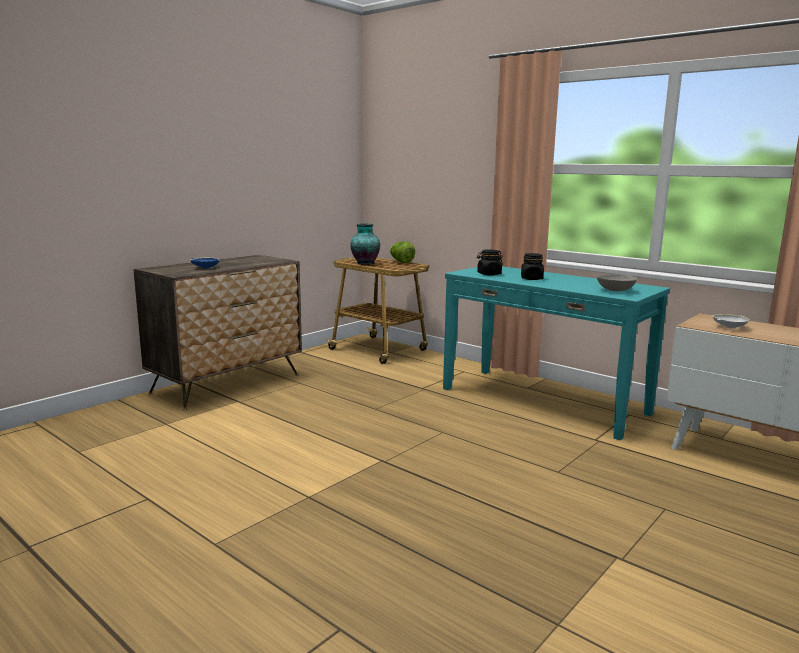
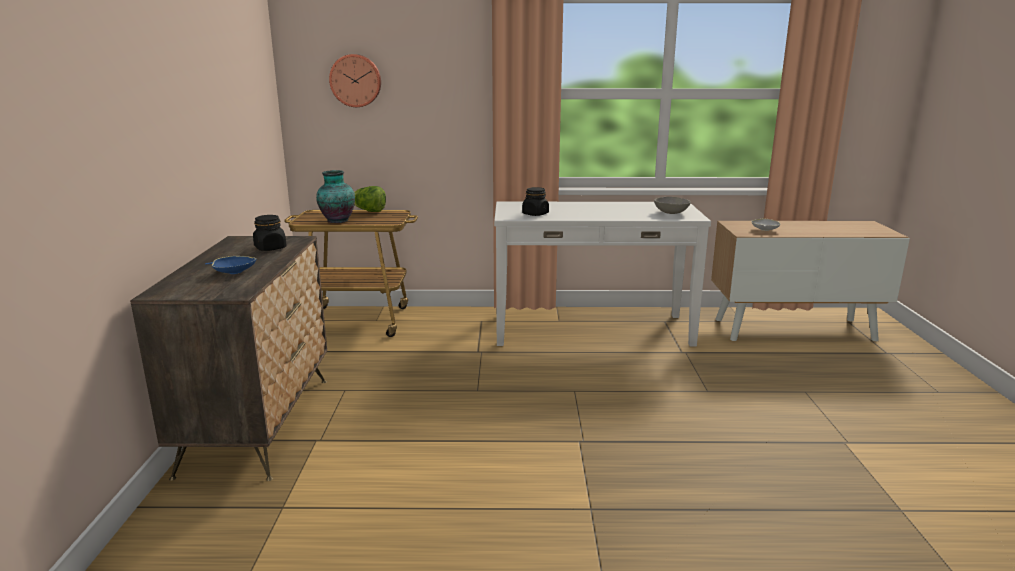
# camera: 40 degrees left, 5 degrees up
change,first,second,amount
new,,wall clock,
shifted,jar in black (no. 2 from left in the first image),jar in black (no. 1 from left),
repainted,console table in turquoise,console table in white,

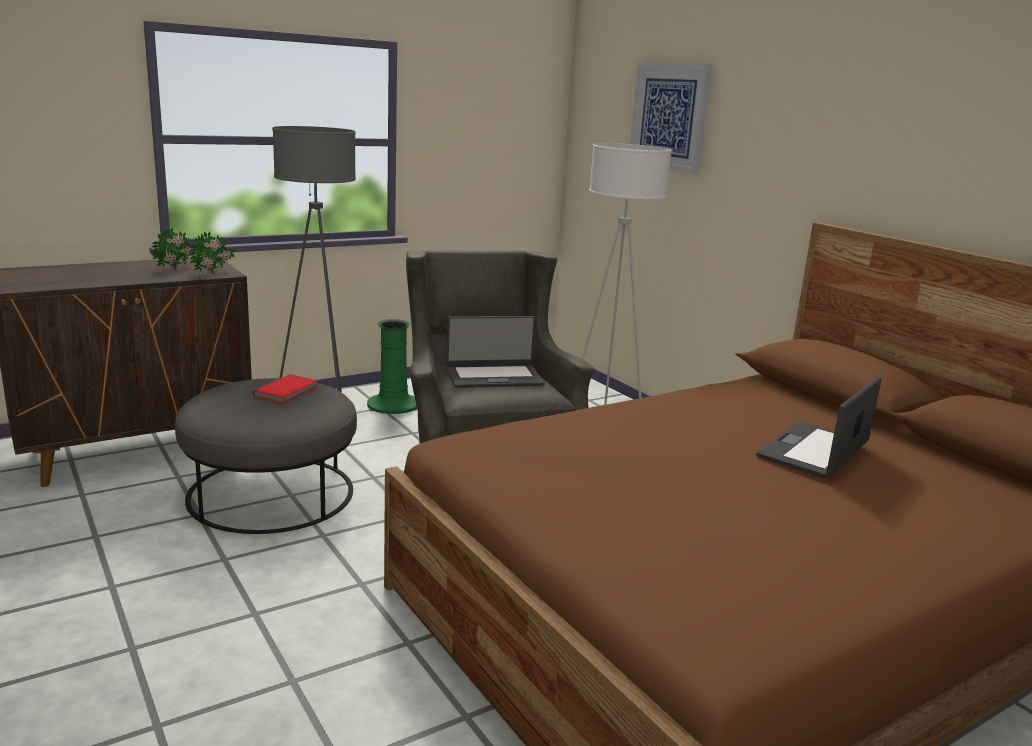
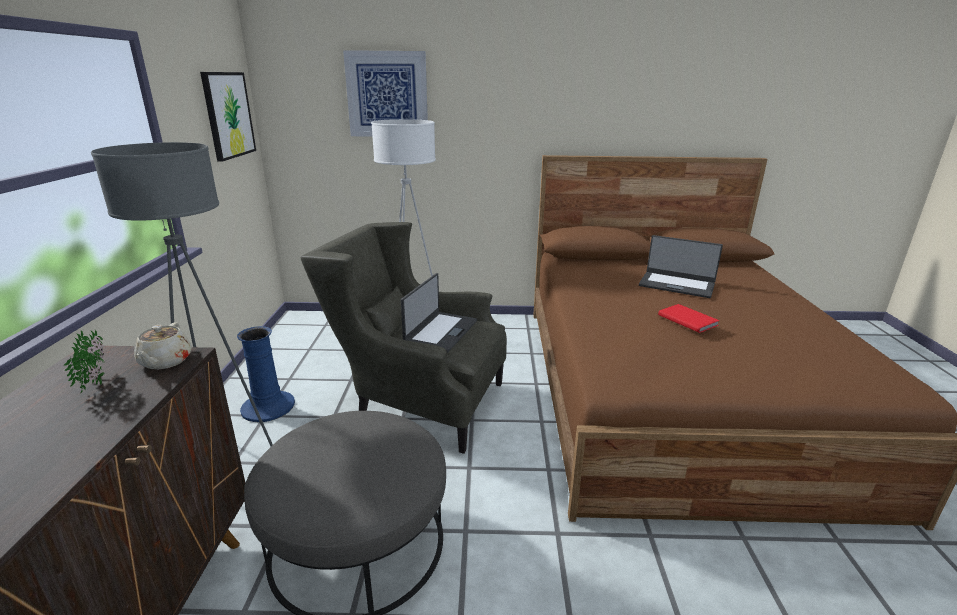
# camera: 55 degrees left, 5 degrees up
change,first,second,amount
new,,picture (no. 1 from left),
shifted,book in red,,
swapped,potted plant (no. 2 from left),teapot in beige,
repainted,vase in green,vase in blue,
rotated,laptop (no. 2 from left),,45 degrees counterclockwise

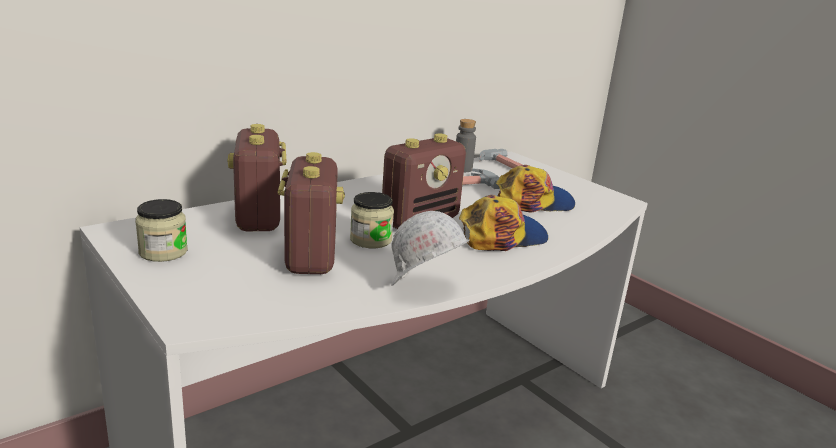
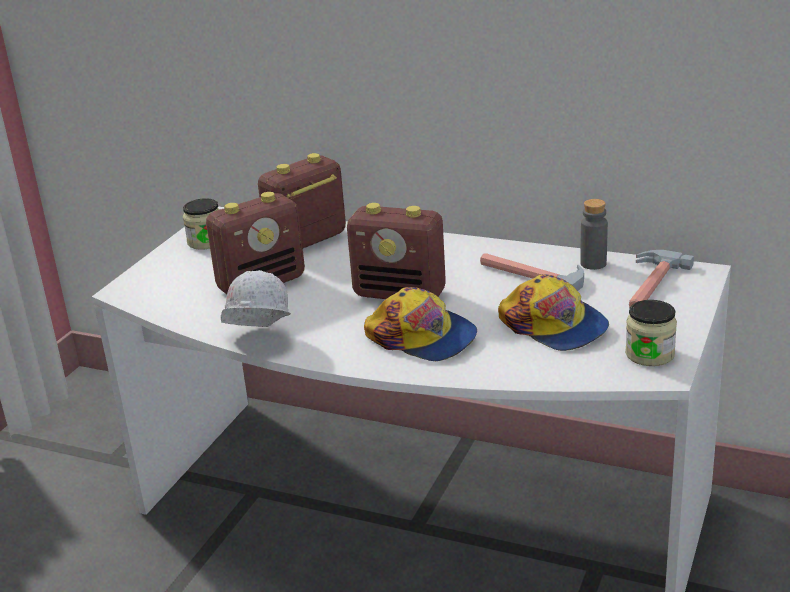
# camera: 65 degrees right, 5 degrees up
change,first,second,amount
shifted,jar (no. 2 from left),,

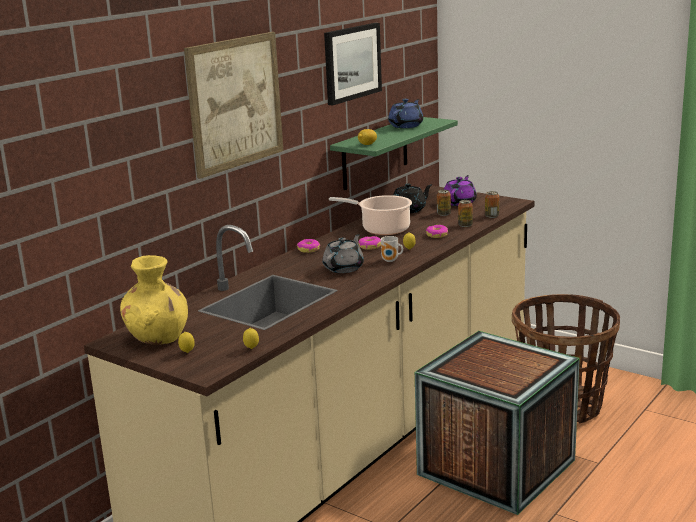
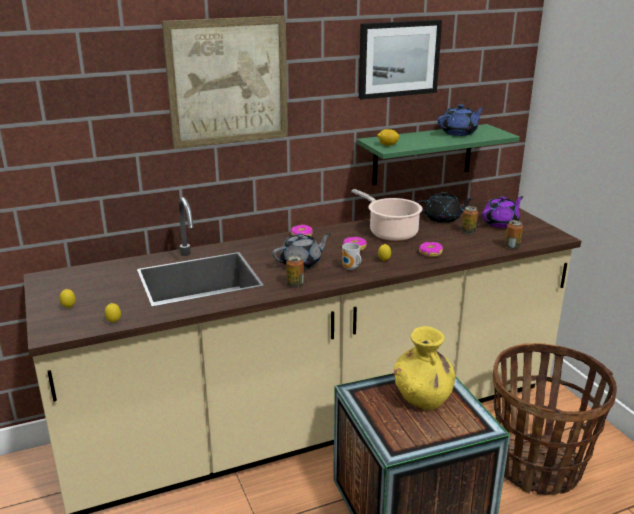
# camera: 30 degrees right, 5 degrees up
change,first,second,amount
shifted,vase in yellow,,
shifted,can (no. 2 from left in the first image),can (no. 1 from left),

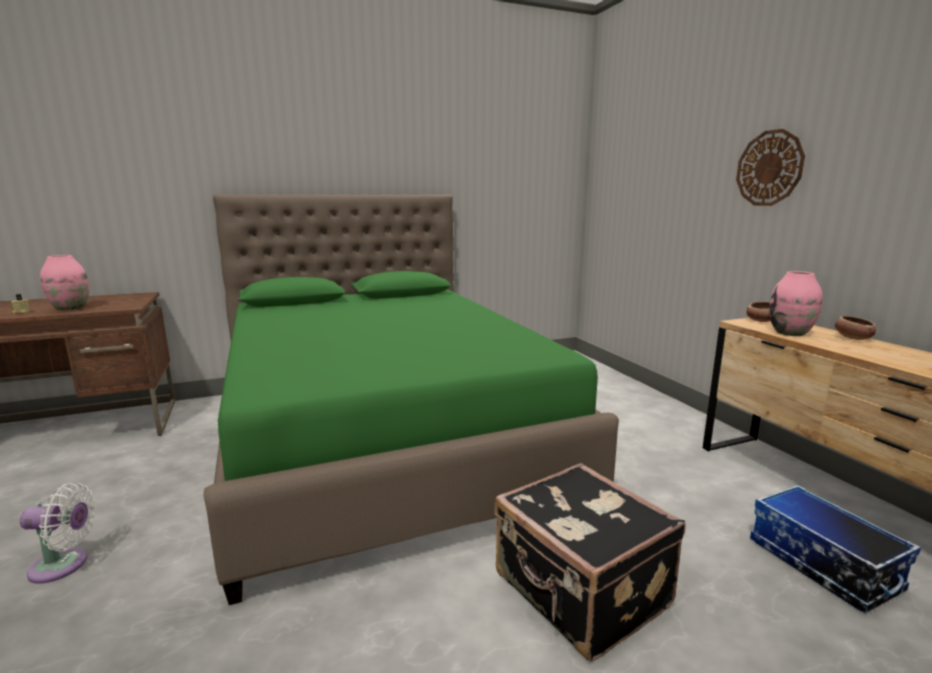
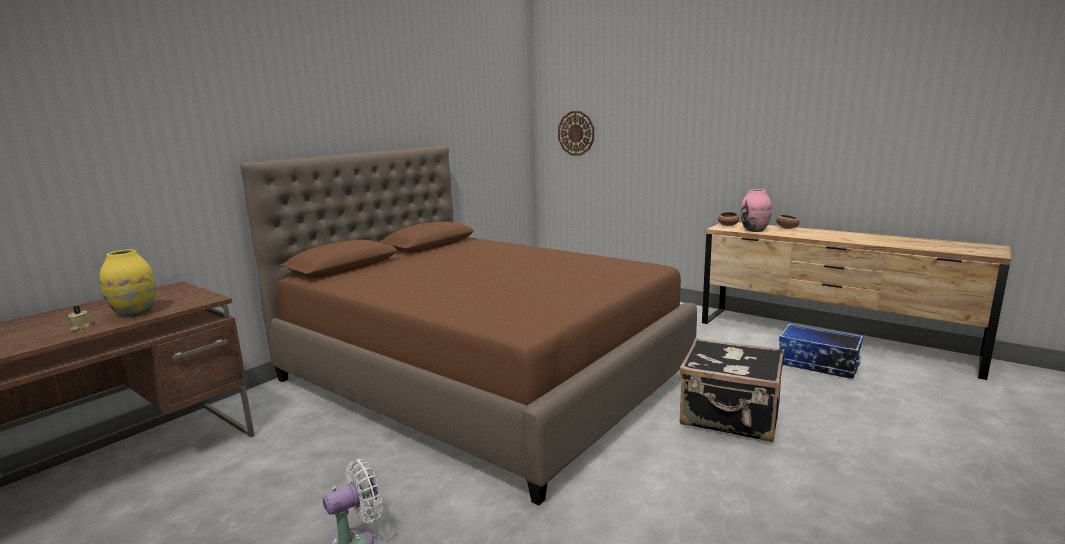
# camera: 30 degrees left, 0 degrees up
change,first,second,amount
shifted,wall clock,,
repainted,vase in pink (no. 1 from left),vase in yellow,
repainted,bed in green,bed in brown,

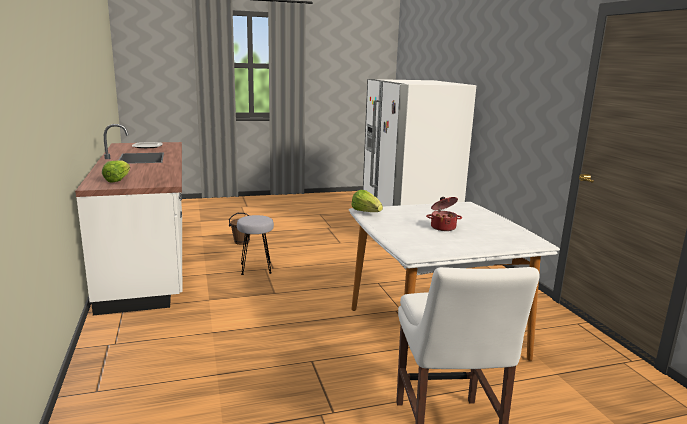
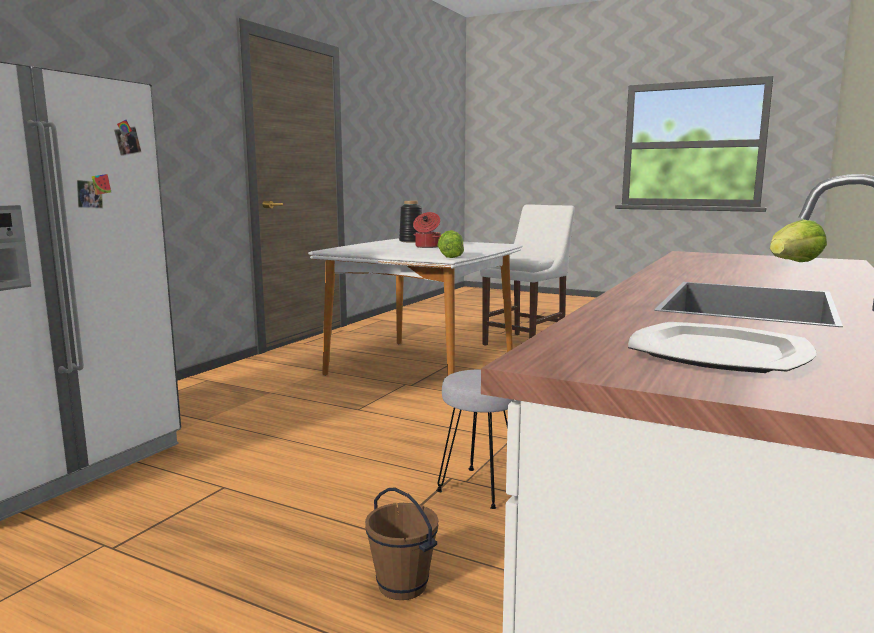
# camera: 135 degrees left, 5 degrees down
change,first,second,amount
new,,vase in black,

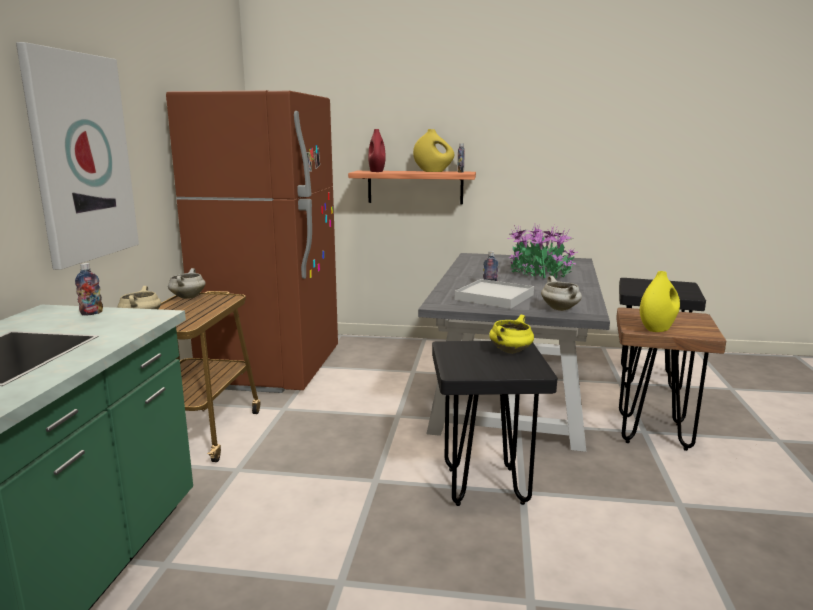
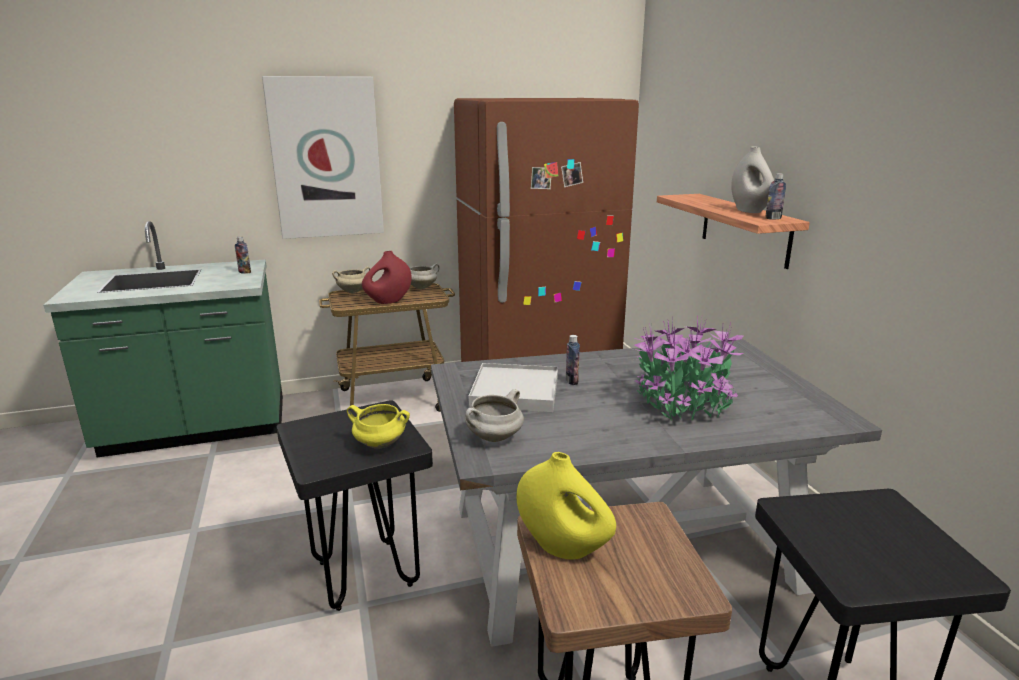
# camera: 65 degrees right, 5 degrees up
change,first,second,amount
shifted,vase in red,,
repainted,vase in yellow (no. 1 from left),vase in white,

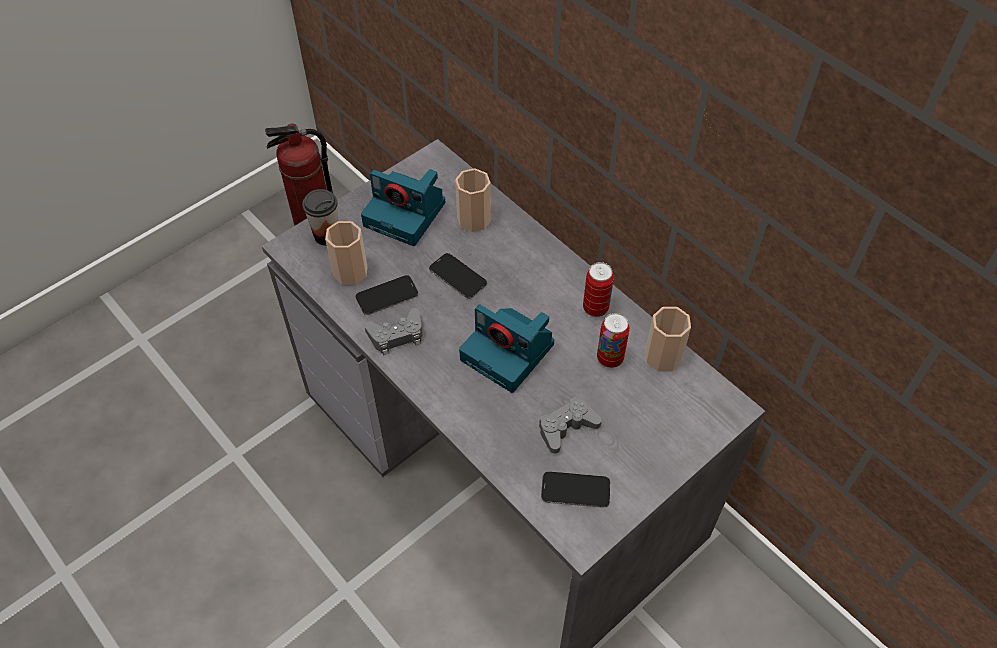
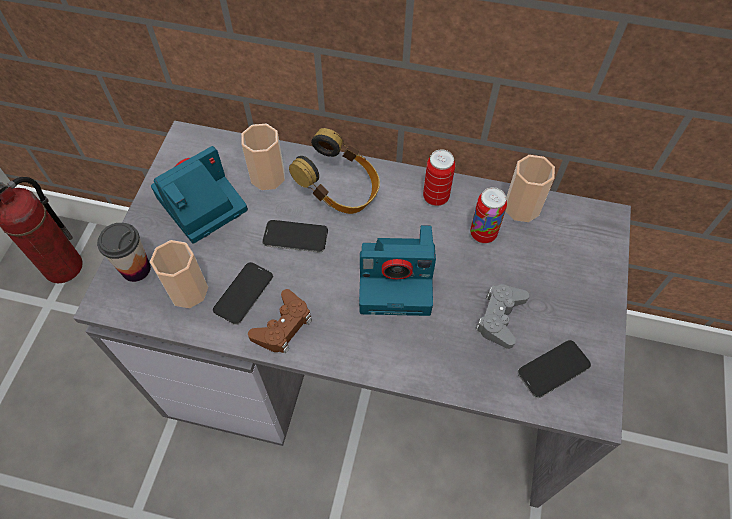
# camera: 35 degrees left, 5 degrees up
change,first,second,amount
new,,headphones,
repainted,game controller in grey (no. 1 from left),game controller in brown,
rotated,photo camera (no. 1 from left),,150 degrees clockwise

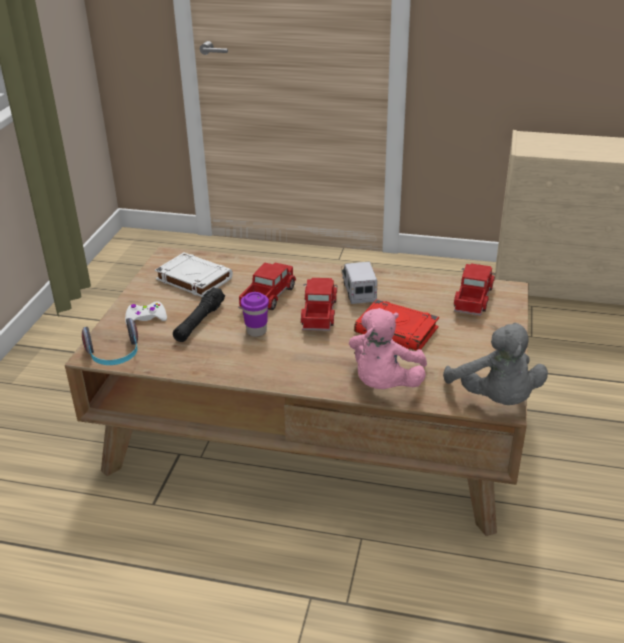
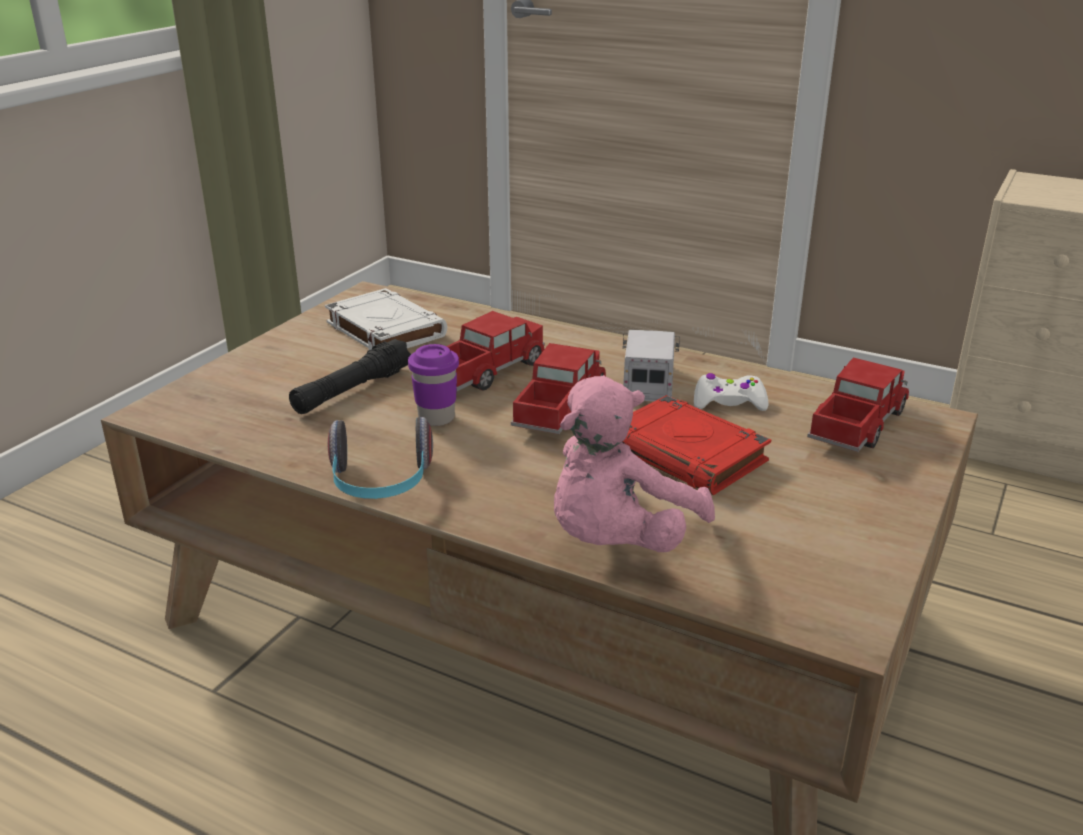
# camera: 15 degrees right, 5 degrees down
change,first,second,amount
gone,plush toy in grey,,
shifted,headphones,,
shifted,game controller in white,,

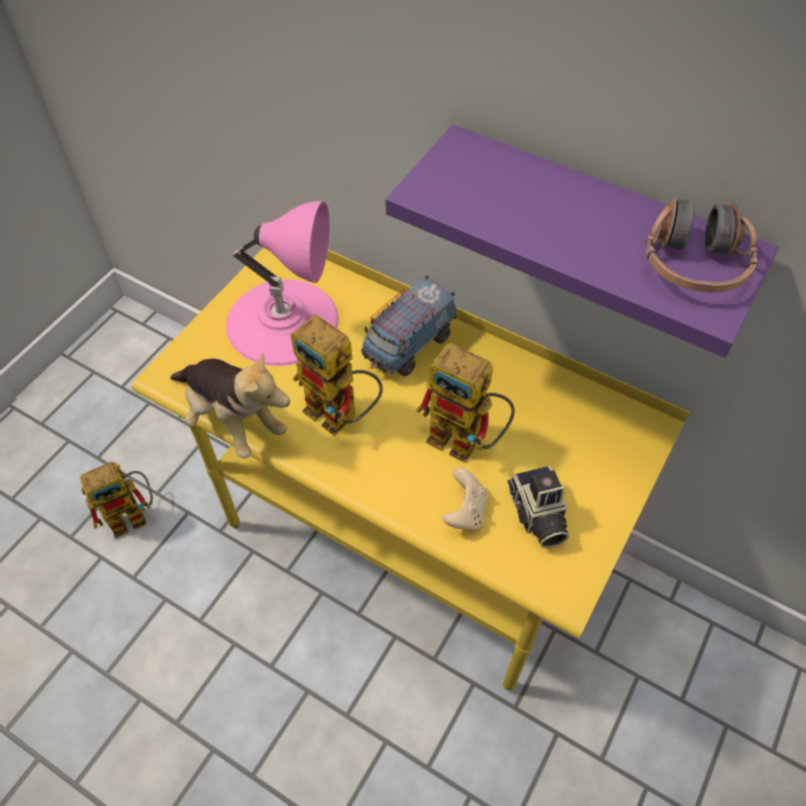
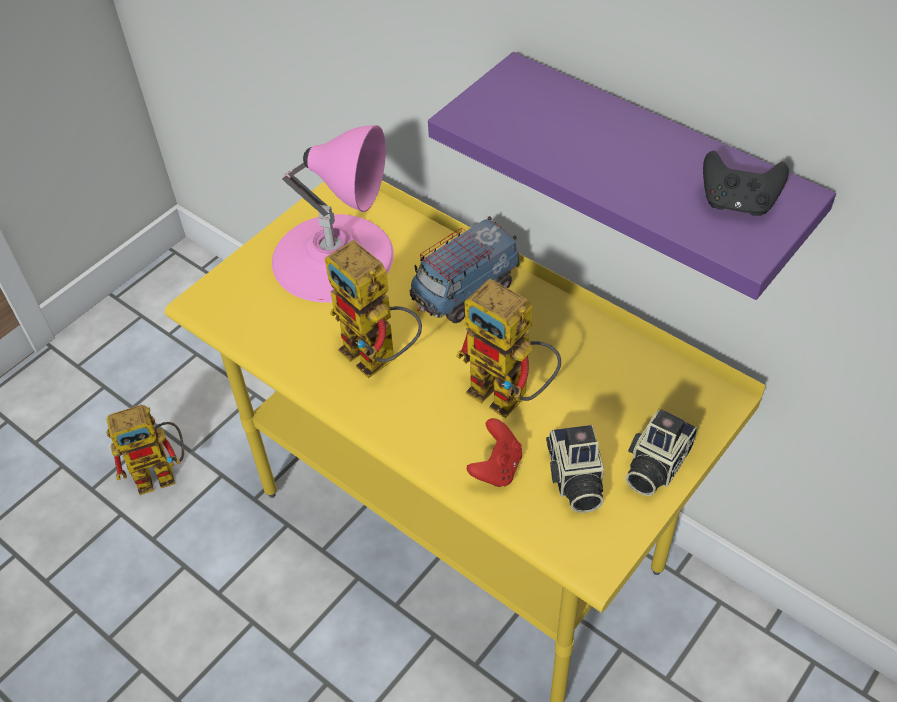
# camera: 10 degrees right, 5 degrees down
change,first,second,amount
gone,plush toy,,
new,,photo camera (no. 2 from left),
swapped,headphones,game controller in black,
repainted,game controller in beige,game controller in red,

